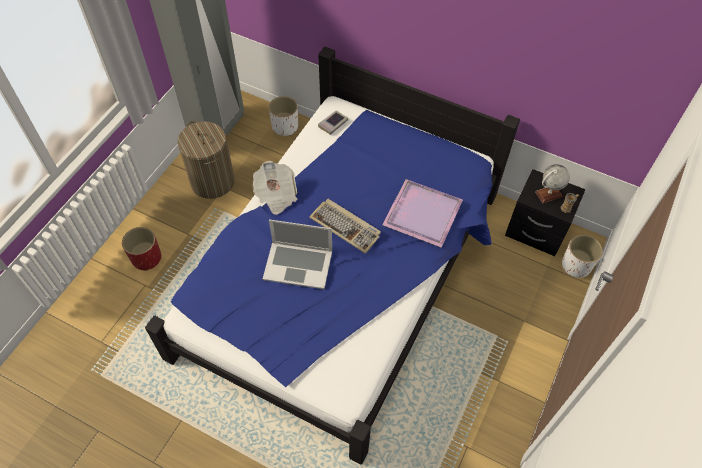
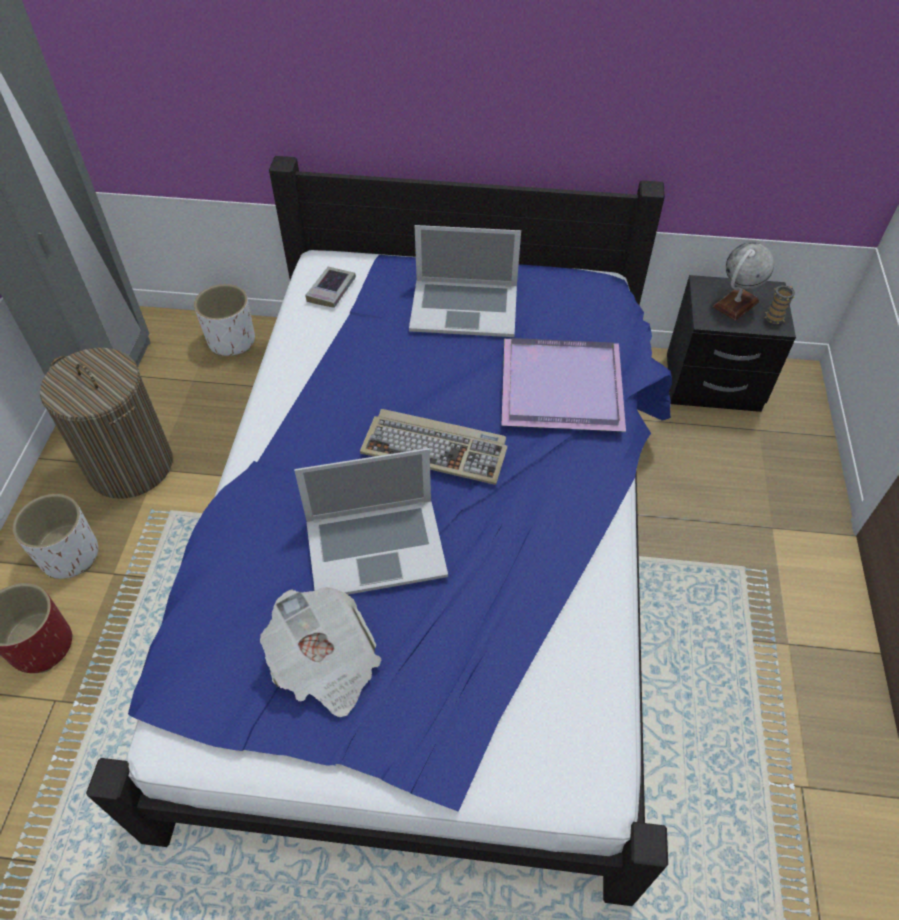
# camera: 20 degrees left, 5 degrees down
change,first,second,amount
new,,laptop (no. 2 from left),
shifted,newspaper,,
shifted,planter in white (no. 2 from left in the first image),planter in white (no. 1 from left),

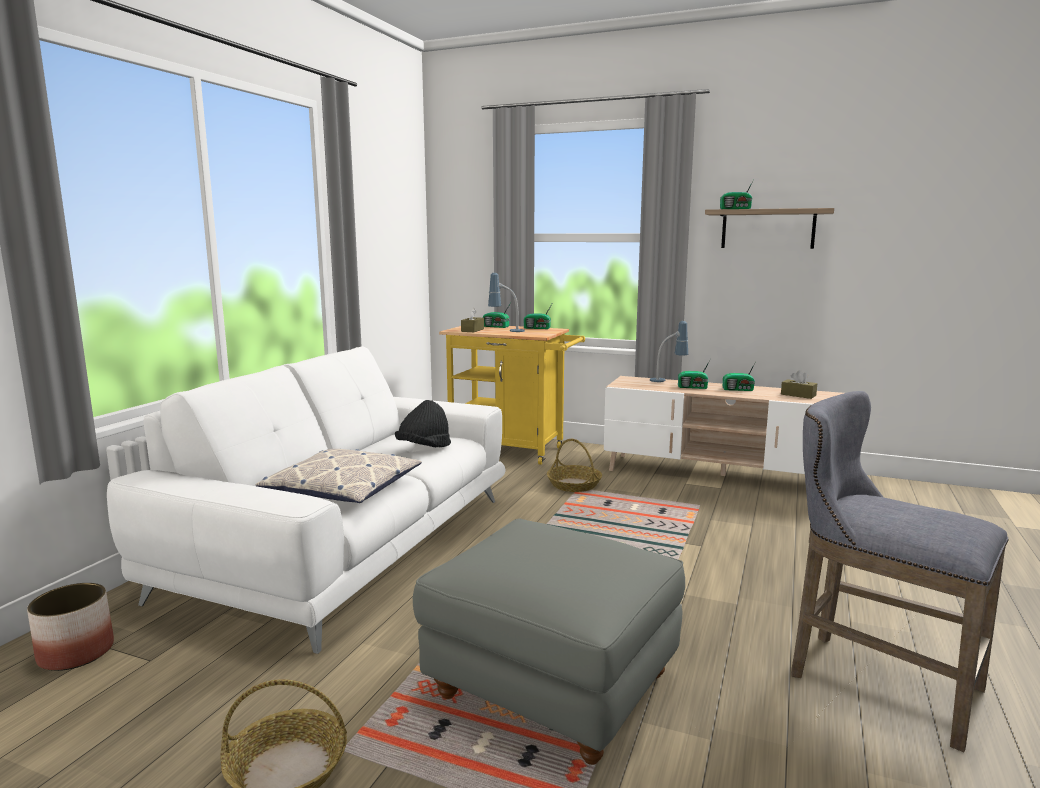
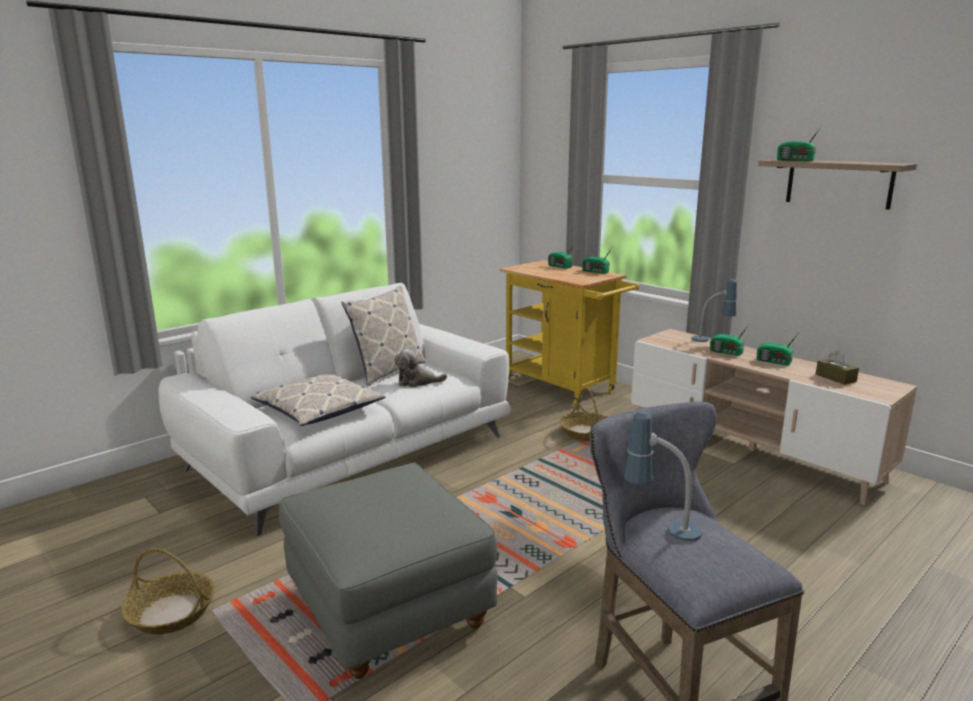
# camera: 25 degrees right, 5 degrees up
change,first,second,amount
gone,planter,,
gone,tissue box in brown (no. 1 from left),,
new,,pillow (no. 2 from left),
shifted,table lamp (no. 1 from left),,
swapped,hat in black,plush toy,

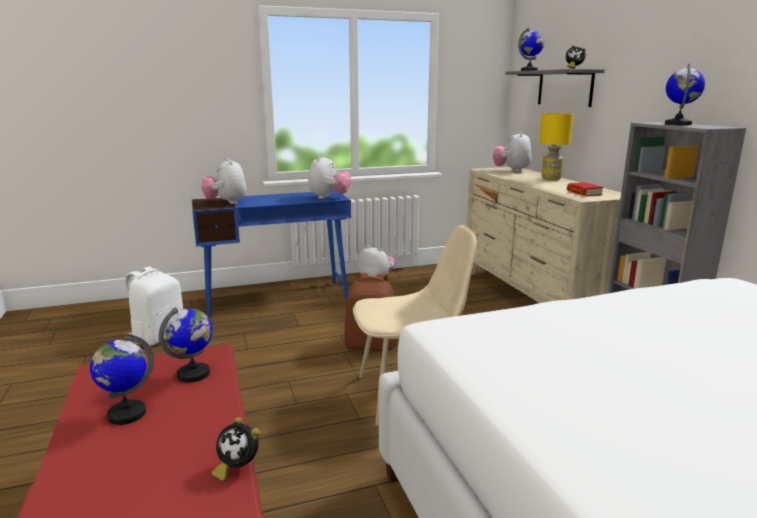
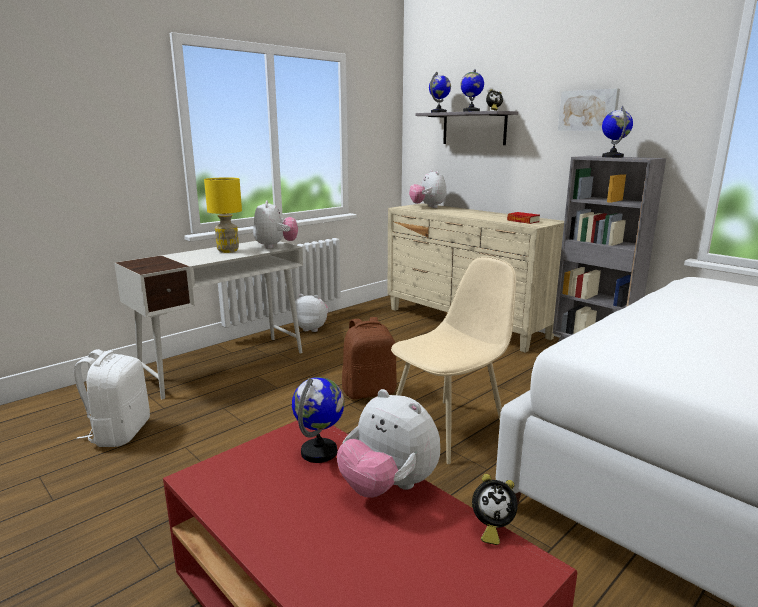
# camera: 25 degrees left, 0 degrees up
change,first,second,amount
new,,picture,
shifted,globe (no. 1 from left in the first image),globe (no. 3 from left),
shifted,plush toy (no. 1 from left in the first image),plush toy (no. 3 from left),
shifted,table lamp in yellow,,
repainted,desk in blue,desk in white,

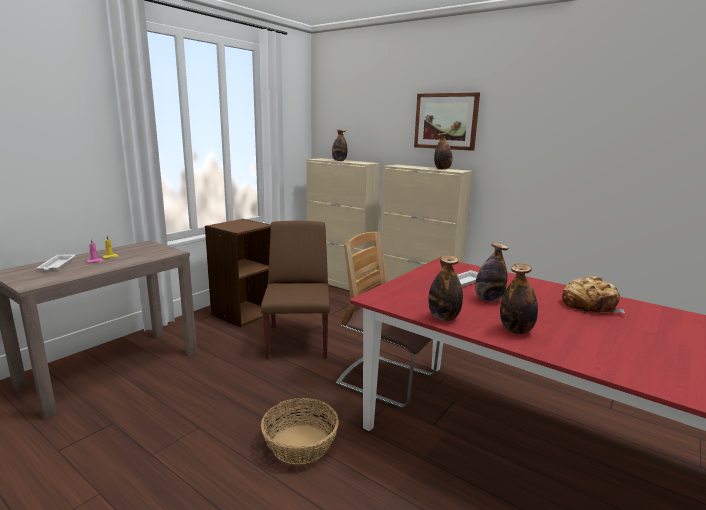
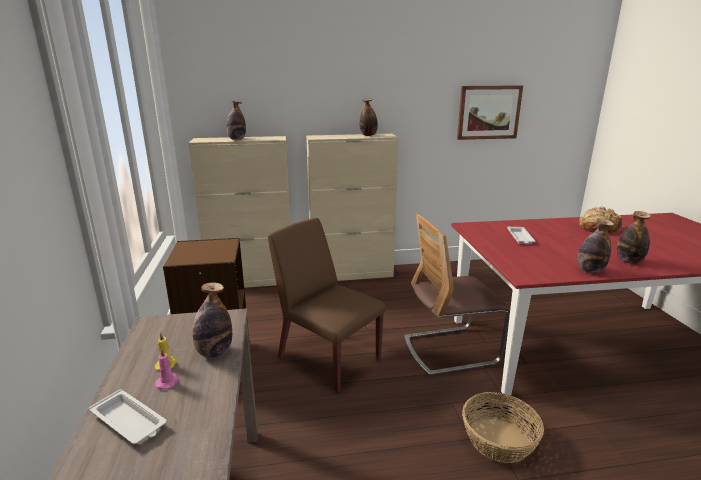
# camera: 45 degrees left, 5 degrees up
change,first,second,amount
shifted,picture,,
shifted,bottle (no. 4 from left in the first image),bottle (no. 1 from left),

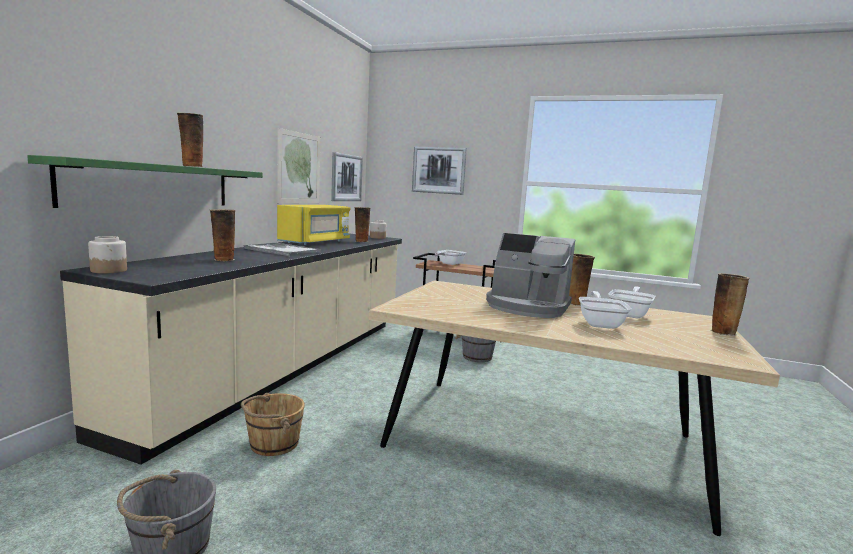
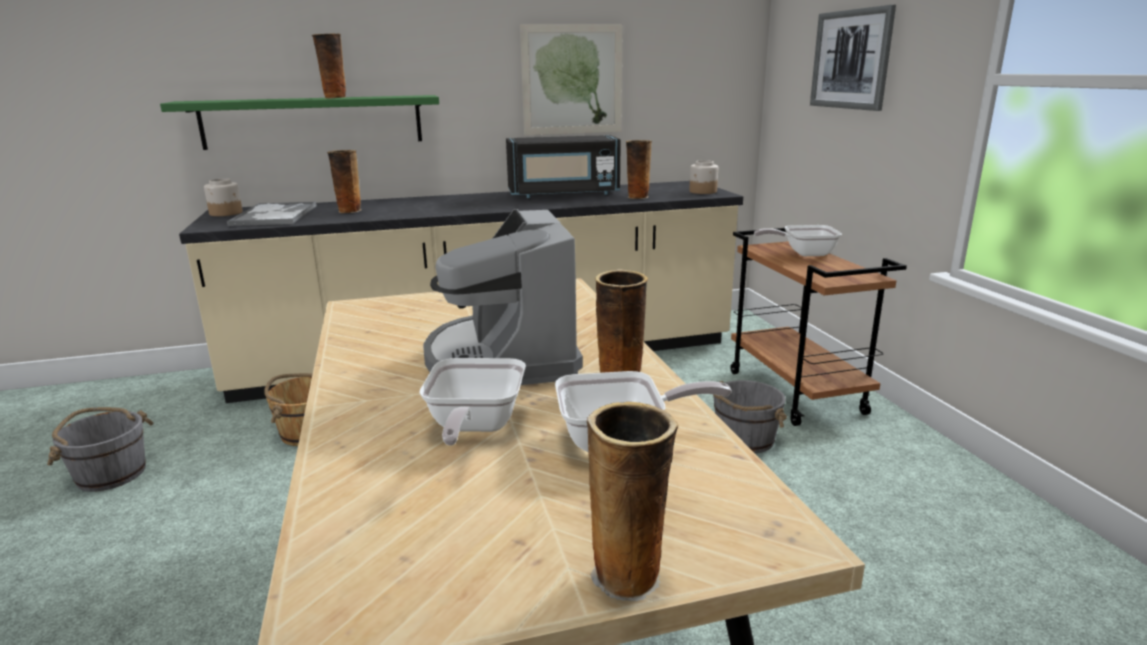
# camera: 55 degrees right, 10 degrees up
change,first,second,amount
gone,picture (no. 2 from left),,
shifted,tray,,
repainted,microwave in yellow,microwave in black,
rotated,frying pan (no. 2 from left in the first image),frying pan (no. 1 from left),120 degrees clockwise

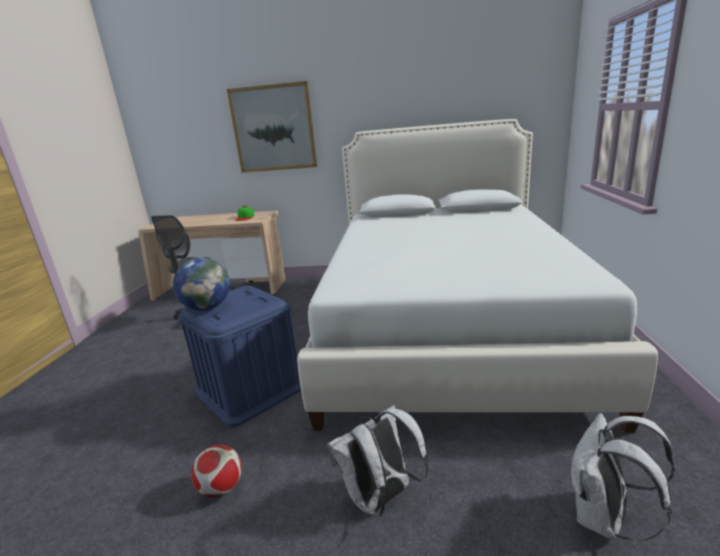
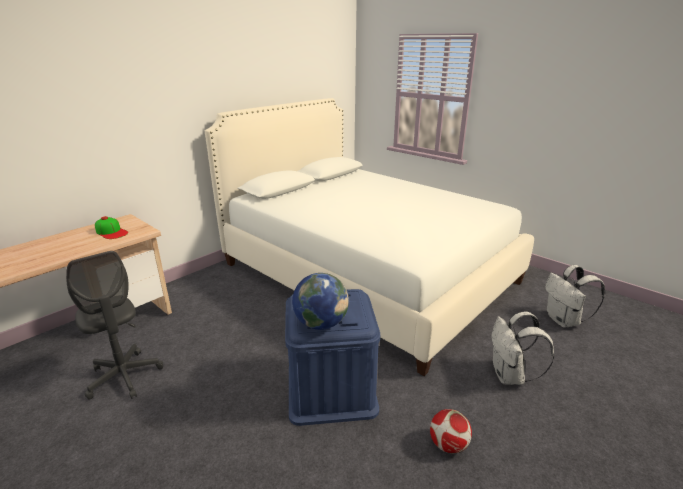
# camera: 55 degrees left, 5 degrees up
change,first,second,amount
gone,picture,,

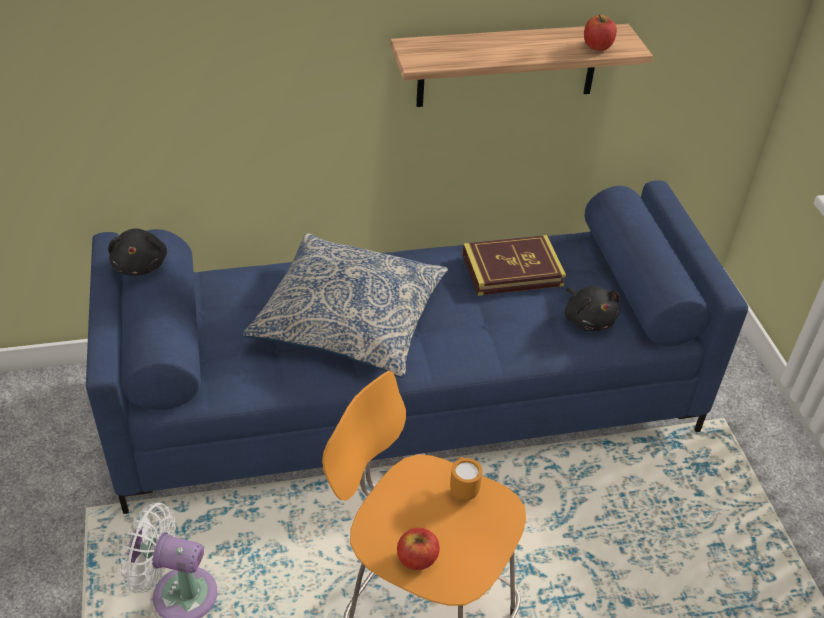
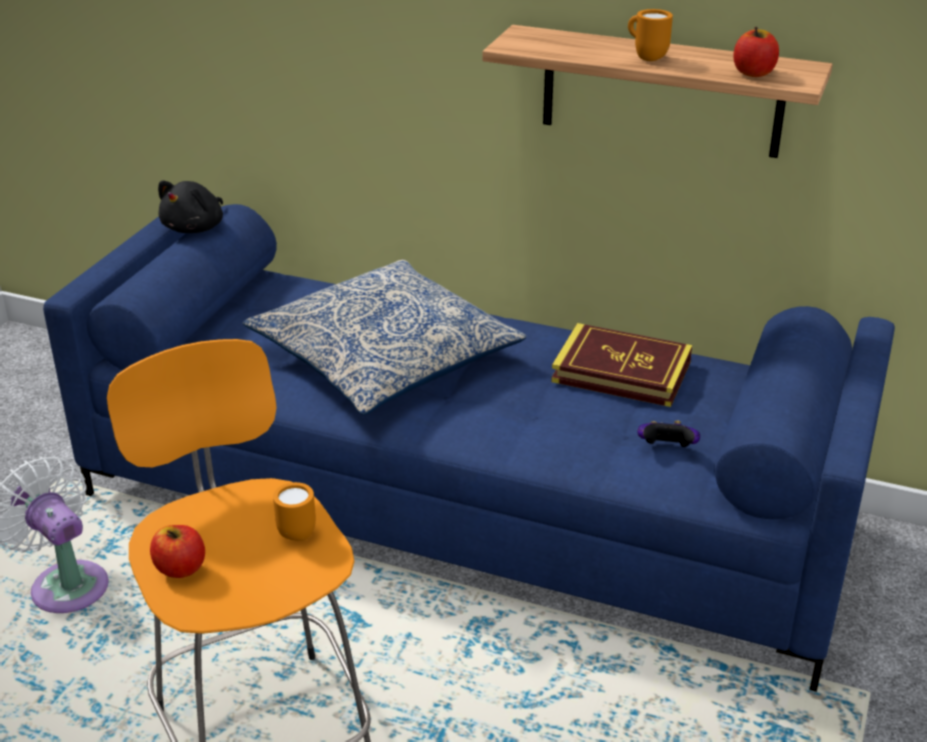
# camera: 35 degrees right, 10 degrees down
change,first,second,amount
new,,mug in orange (no. 2 from left),
swapped,plush toy in black (no. 2 from left),game controller,

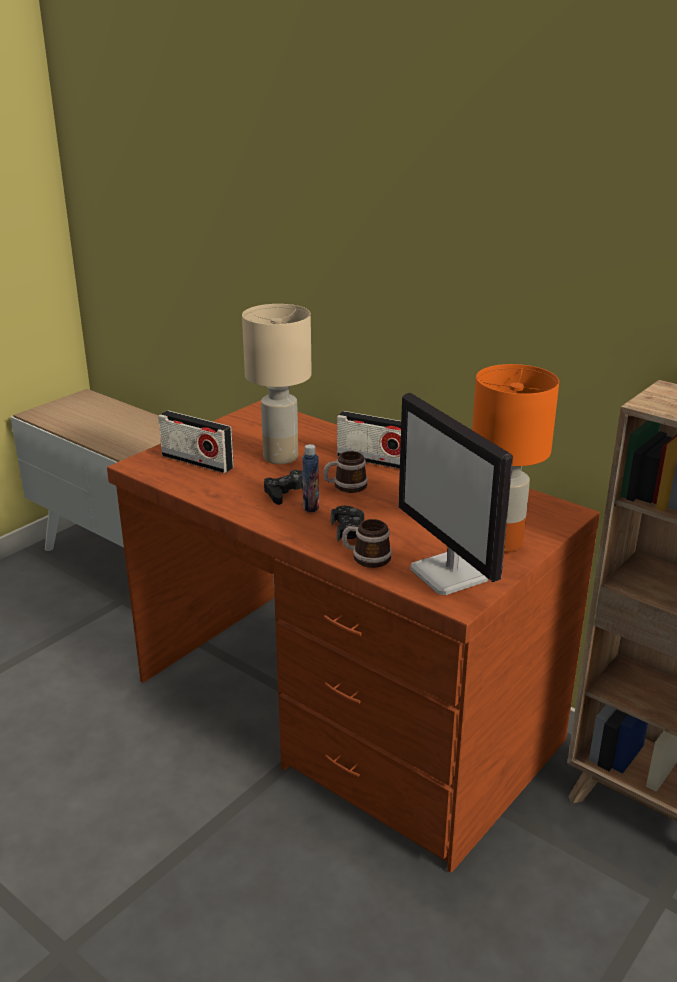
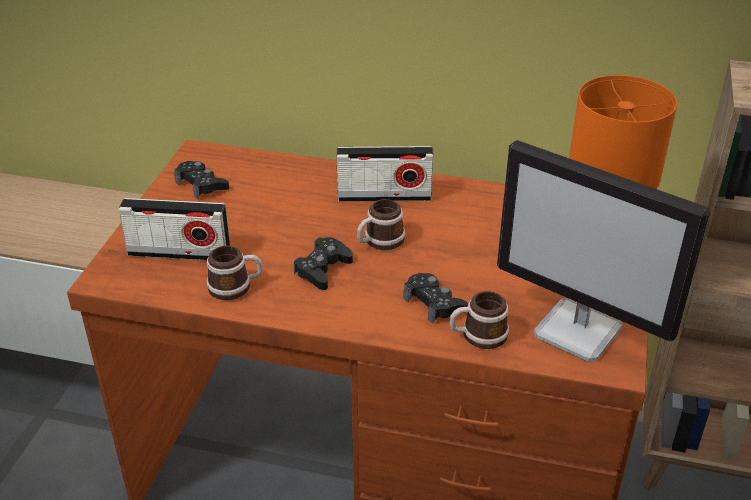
# camera: 25 degrees left, 10 degrees up
change,first,second,amount
gone,table lamp in beige,,
gone,bottle,,
new,,game controller in black (no. 1 from left),
new,,mug (no. 1 from left),

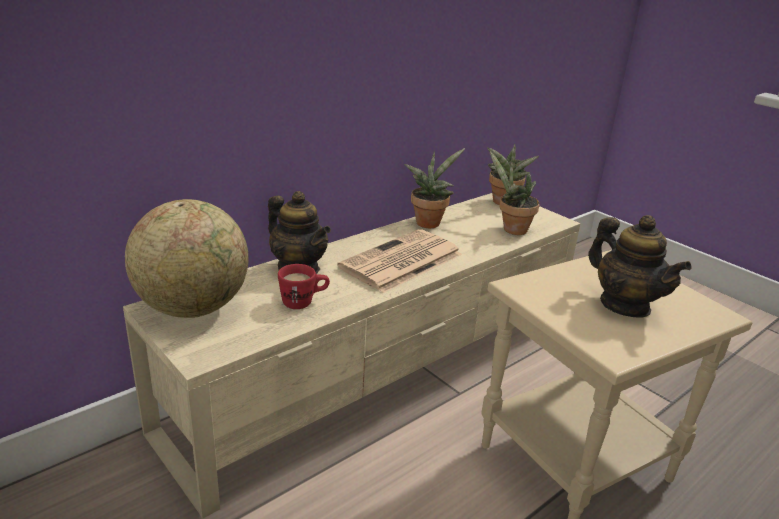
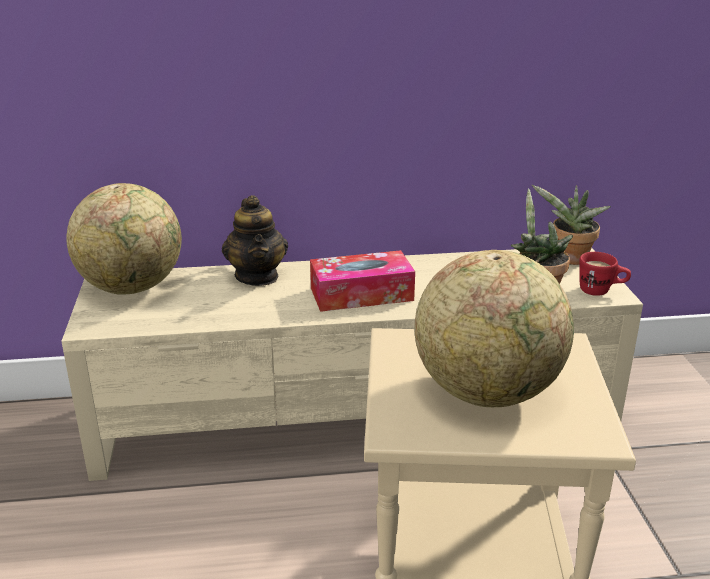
# camera: 35 degrees right, 0 degrees up
change,first,second,amount
gone,potted plant (no. 1 from left),,
shifted,mug in red,,
swapped,newspaper,tissue box,
swapped,teapot (no. 2 from left),globe (no. 2 from left),

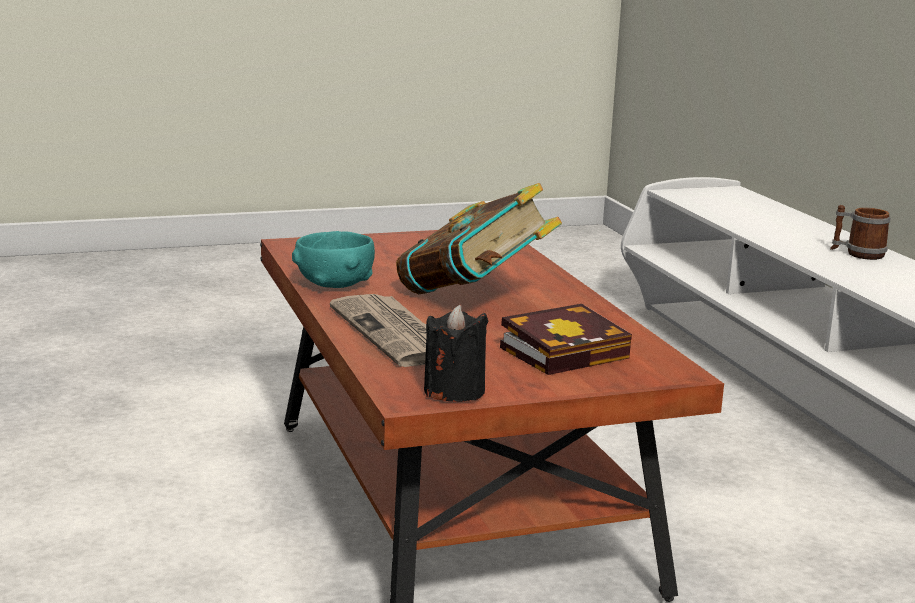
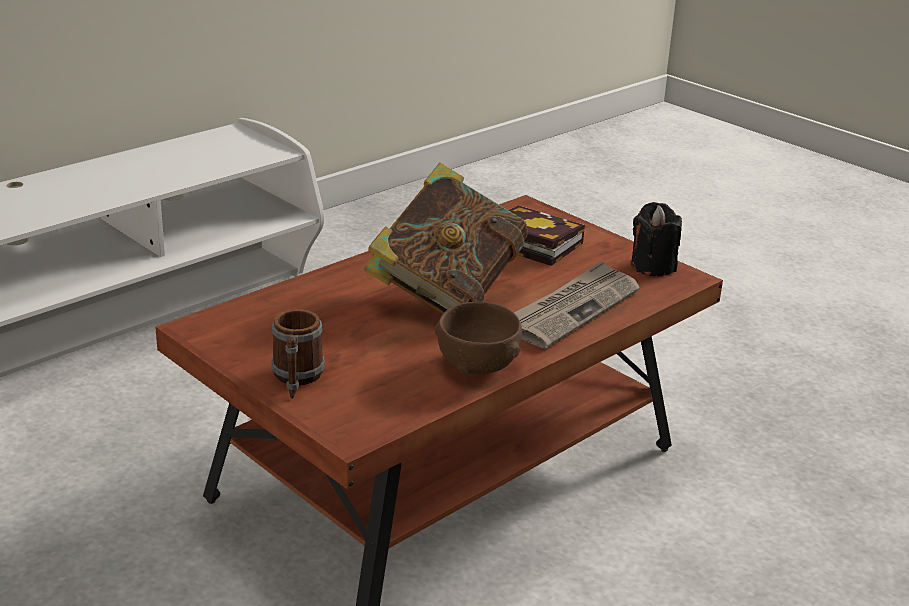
# camera: 115 degrees left, 10 degrees up
change,first,second,amount
shifted,mug,,
repainted,bowl in turquoise,bowl in brown,

